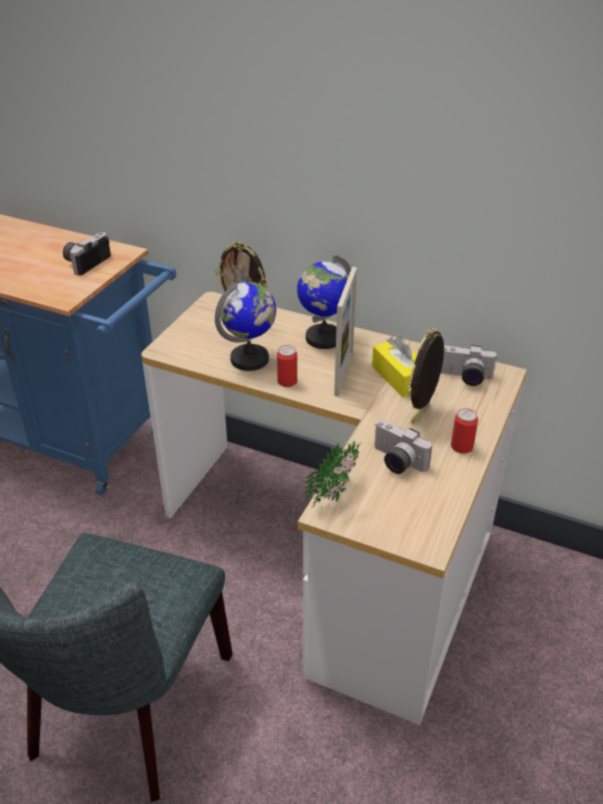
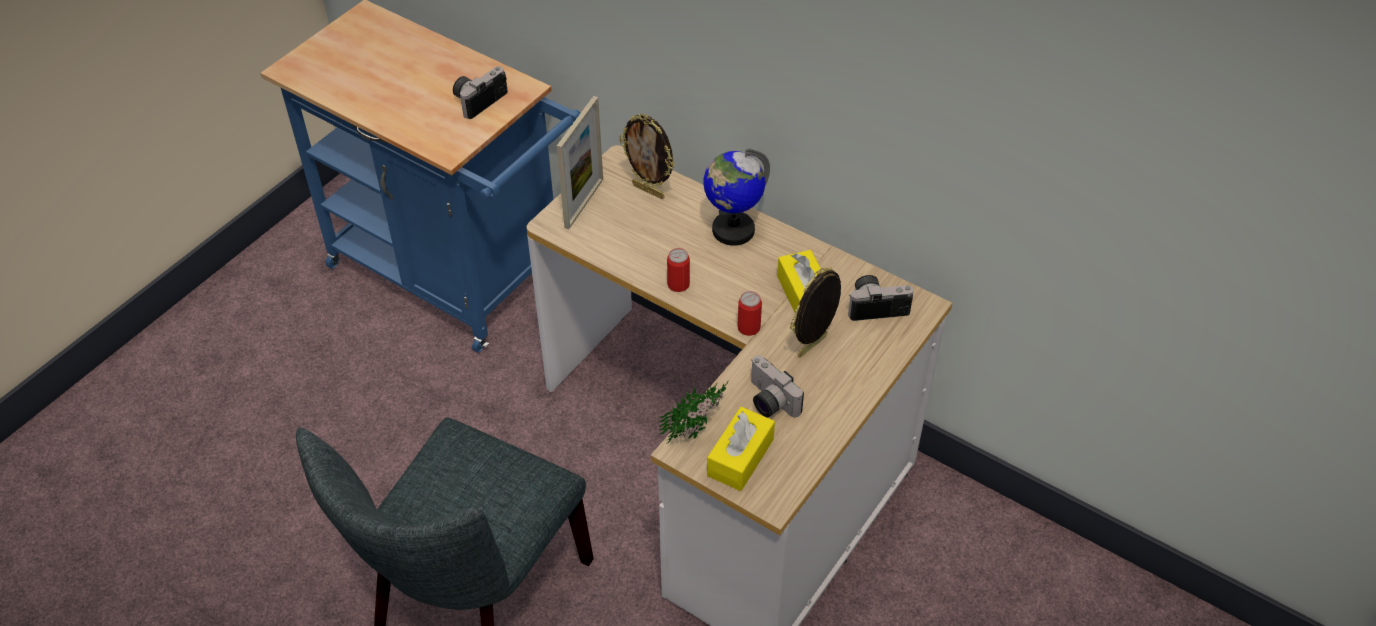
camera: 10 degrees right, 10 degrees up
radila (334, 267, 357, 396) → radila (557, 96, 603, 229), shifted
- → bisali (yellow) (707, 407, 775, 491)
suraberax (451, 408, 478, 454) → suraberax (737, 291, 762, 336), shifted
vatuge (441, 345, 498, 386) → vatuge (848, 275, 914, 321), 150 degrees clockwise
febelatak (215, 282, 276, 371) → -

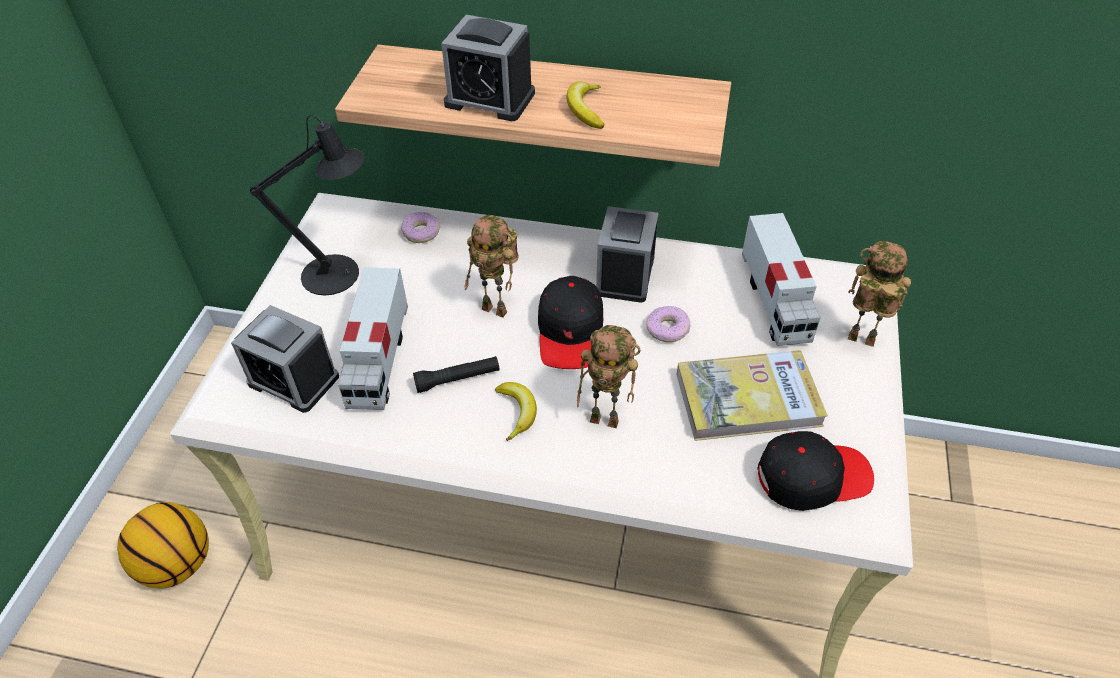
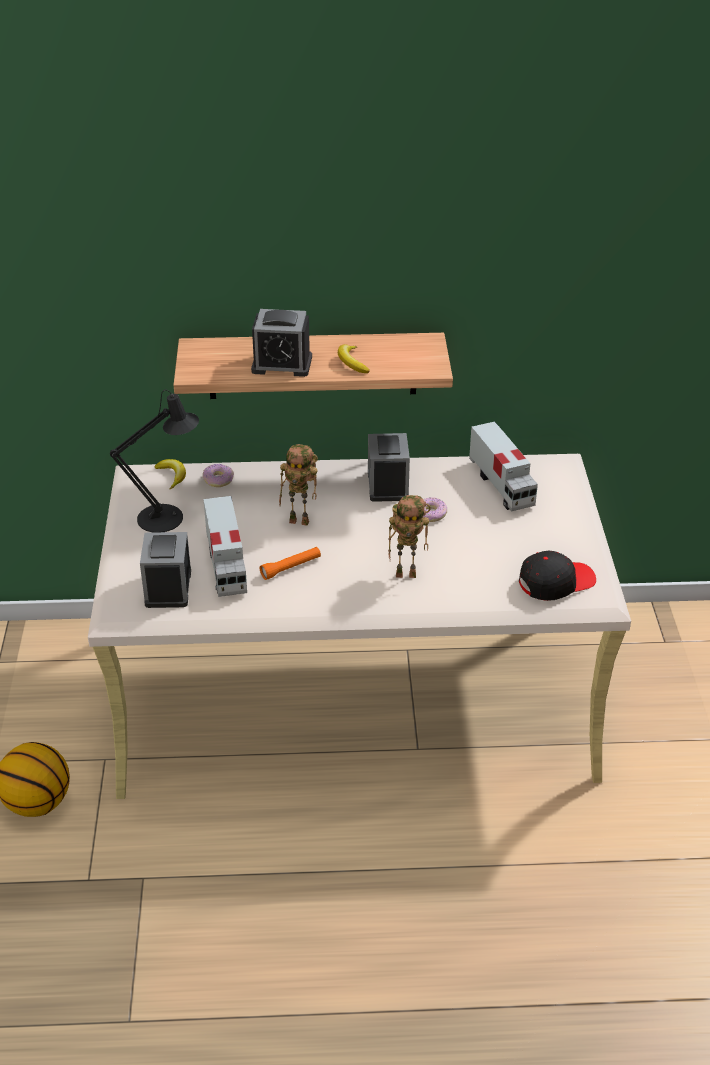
camera: 15 degrees left, 10 degrees down
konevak (231, 305, 339, 413) → konevak (140, 532, 191, 608), 75 degrees clockwise
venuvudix (495, 382, 537, 441) → venuvudix (155, 459, 186, 490), shifted
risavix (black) (413, 356, 500, 393) → risavix (orange) (260, 547, 321, 580)
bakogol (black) (538, 276, 603, 369) → -
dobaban (677, 350, 828, 441) → -
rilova (848, 241, 911, 347) → -

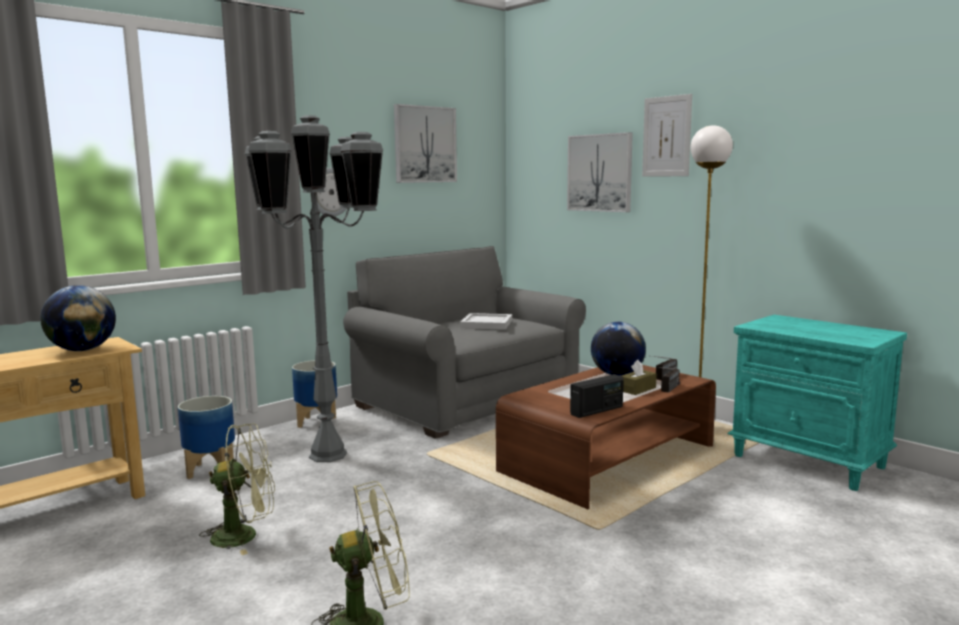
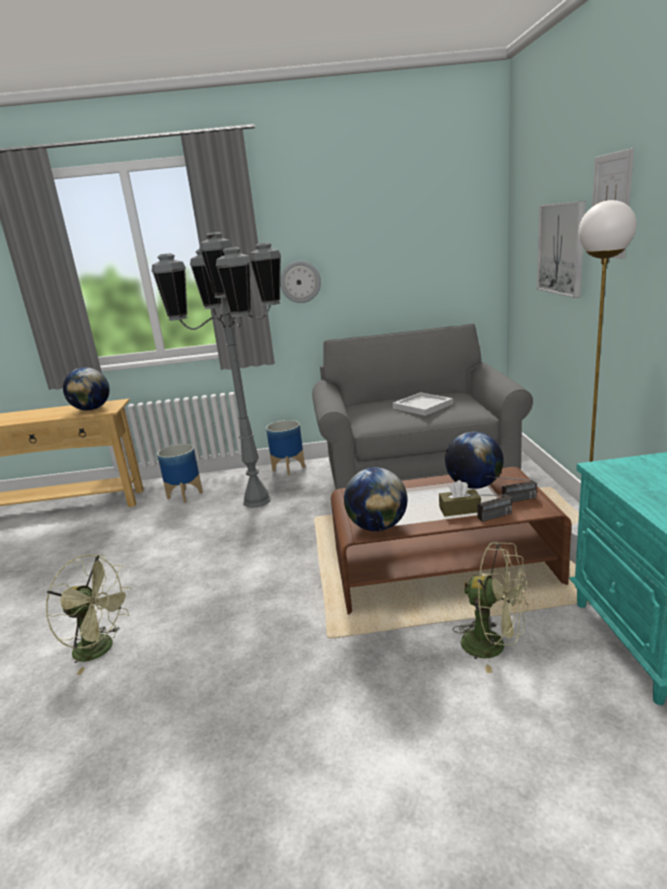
camera: 40 degrees right, 10 degrees up
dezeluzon (570, 374, 623, 418) → febelatak (344, 467, 407, 531)
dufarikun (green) (199, 423, 275, 555) → dufarikun (green) (453, 542, 528, 673), shifted
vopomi (394, 104, 457, 183) → -

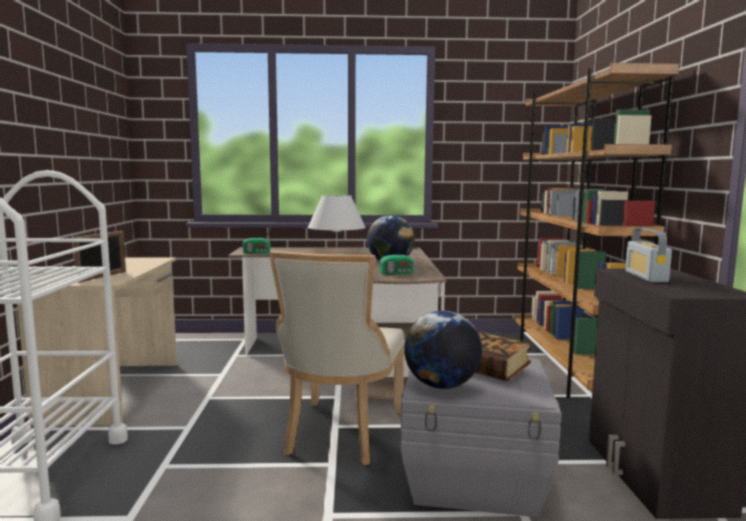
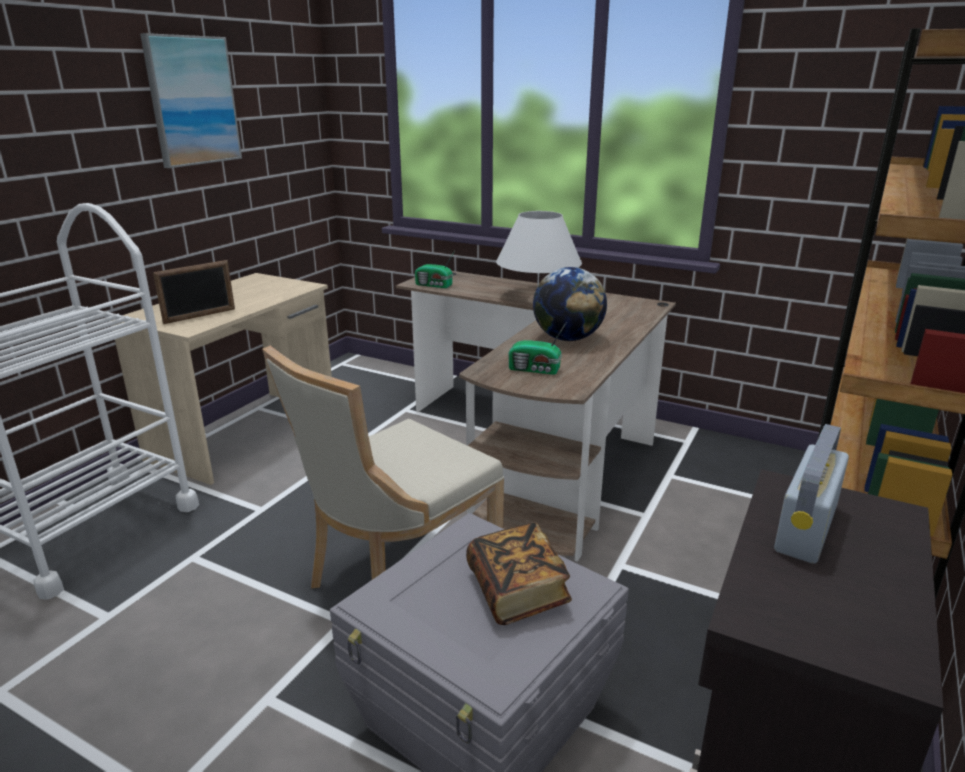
camera: 30 degrees right, 15 degrees up
- → vopomi (140, 33, 242, 168)
febelatak (404, 311, 482, 389) → -

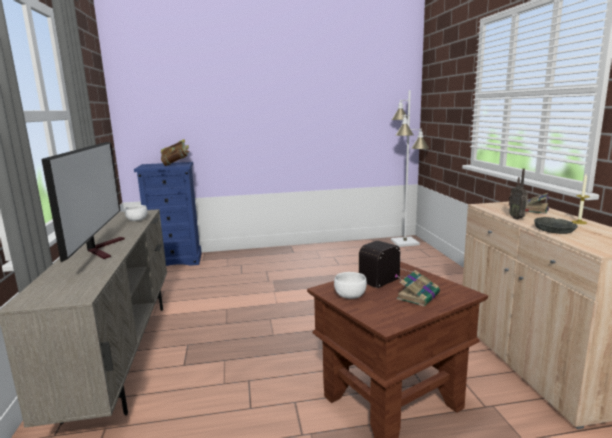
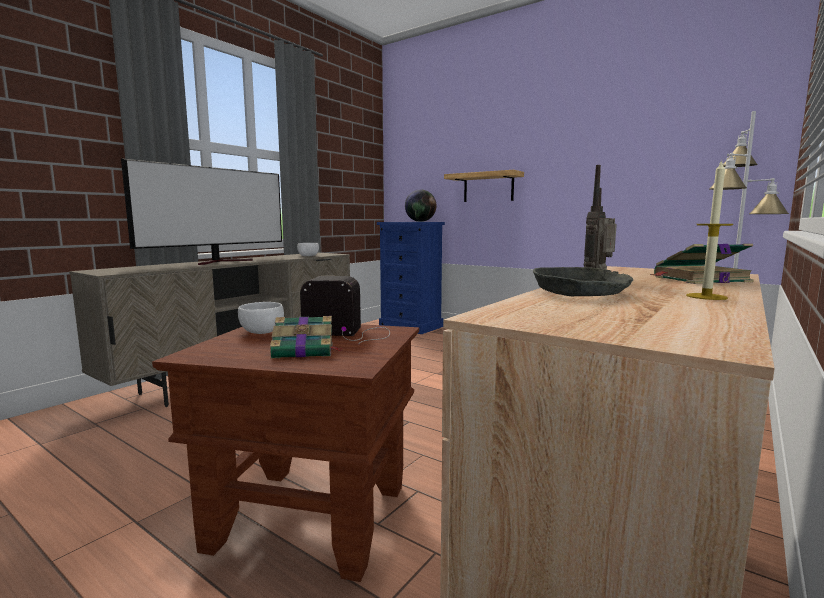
camera: 45 degrees right, 5 degrees down
dobaban (161, 139, 189, 166) → febelatak (405, 190, 436, 222)
- → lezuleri (444, 170, 524, 202)

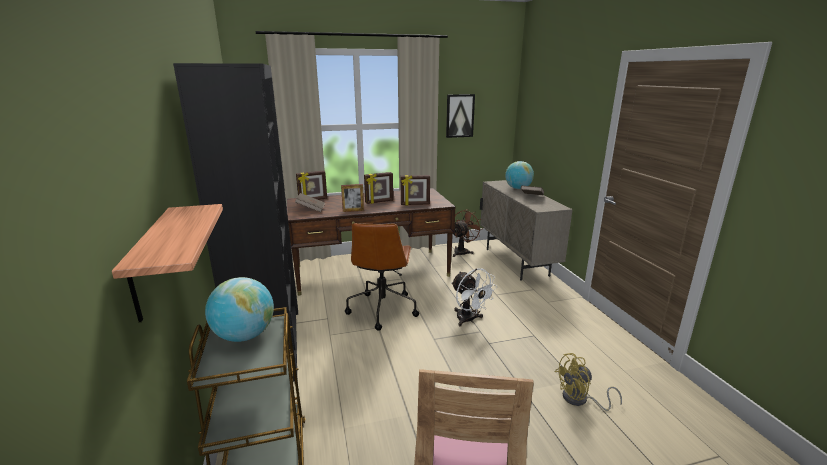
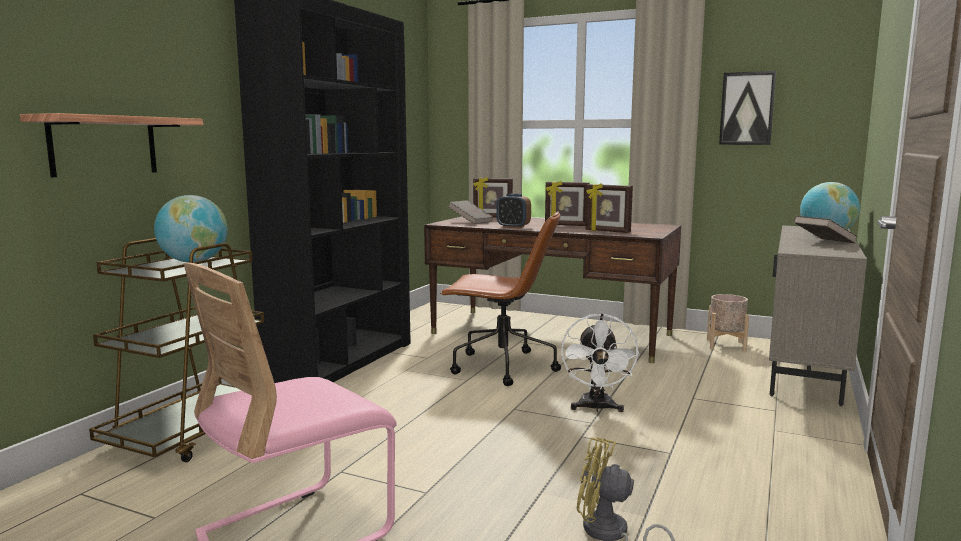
camera: 40 degrees right, 10 degrees down
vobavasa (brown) (345, 223, 419, 331) → vobavasa (brown) (440, 211, 561, 386), 120 degrees counterclockwise
radila (341, 184, 364, 212) → konevak (496, 194, 531, 228)
dufarikun (brown) (453, 209, 482, 257) → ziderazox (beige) (707, 294, 749, 352)

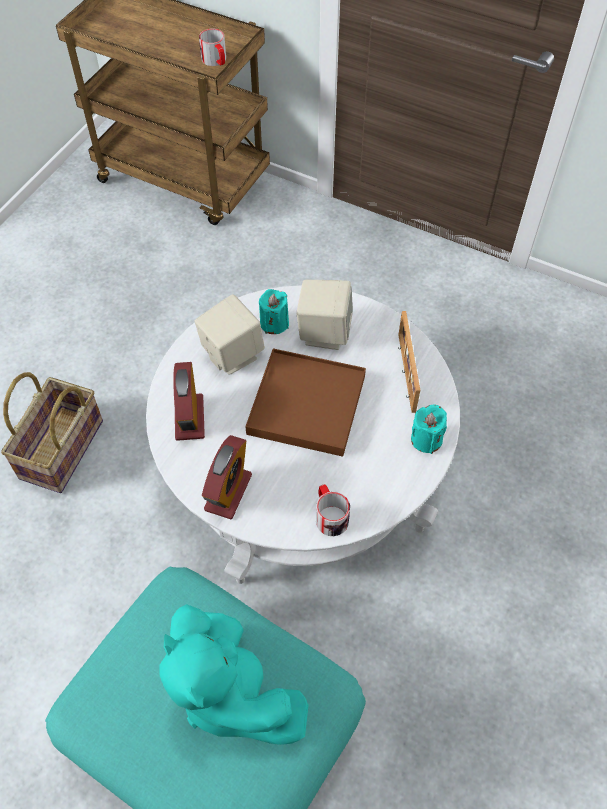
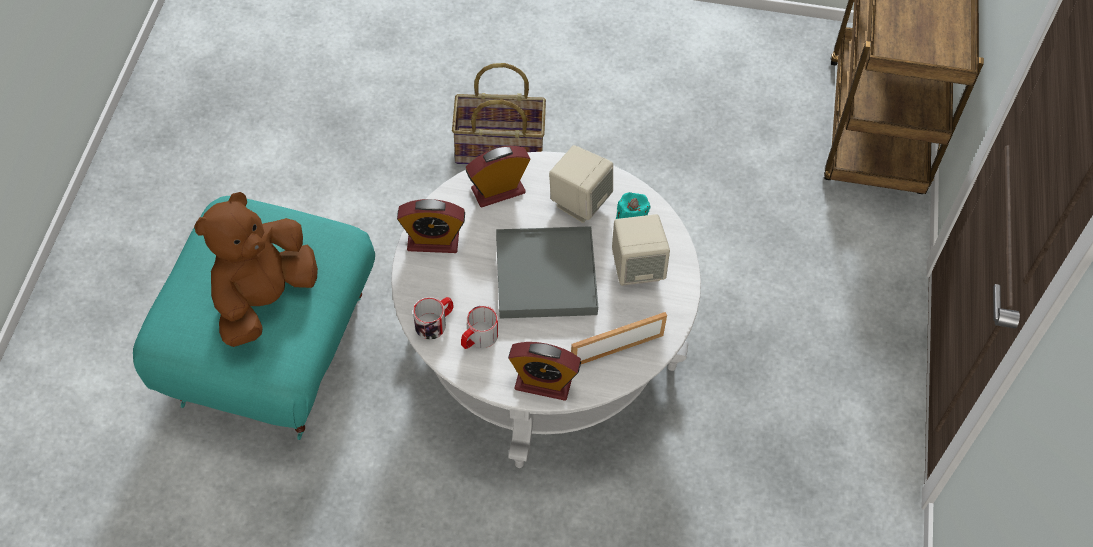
camera: 70 degrees right, 0 degrees up
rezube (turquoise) (159, 604, 309, 745) → rezube (brown) (194, 192, 318, 347)
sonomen (199, 29, 226, 66) → sonomen (461, 306, 498, 349), shifted
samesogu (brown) (245, 348, 366, 457) → samesogu (grey) (496, 226, 598, 319)
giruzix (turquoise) (411, 404, 447, 454) → konevak (508, 342, 581, 401)

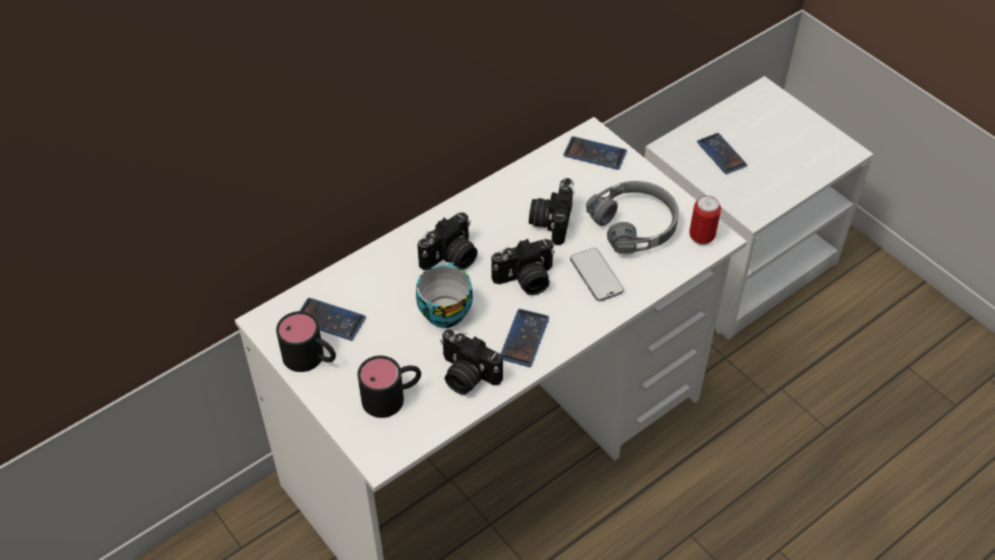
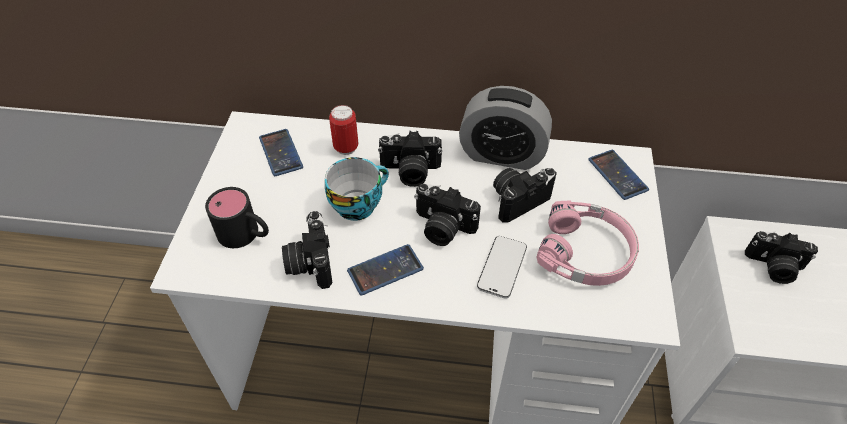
camera: 45 degrees right, 0 degrees up
suraberax (689, 196, 721, 245) → suraberax (329, 105, 358, 155), shifted
- → konevak (459, 86, 552, 170)
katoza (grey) (586, 181, 679, 254) → katoza (pink) (536, 201, 639, 286)
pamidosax (697, 133, 747, 174) → vatuge (745, 231, 818, 284)
sonomen (black) (276, 311, 336, 372) → -

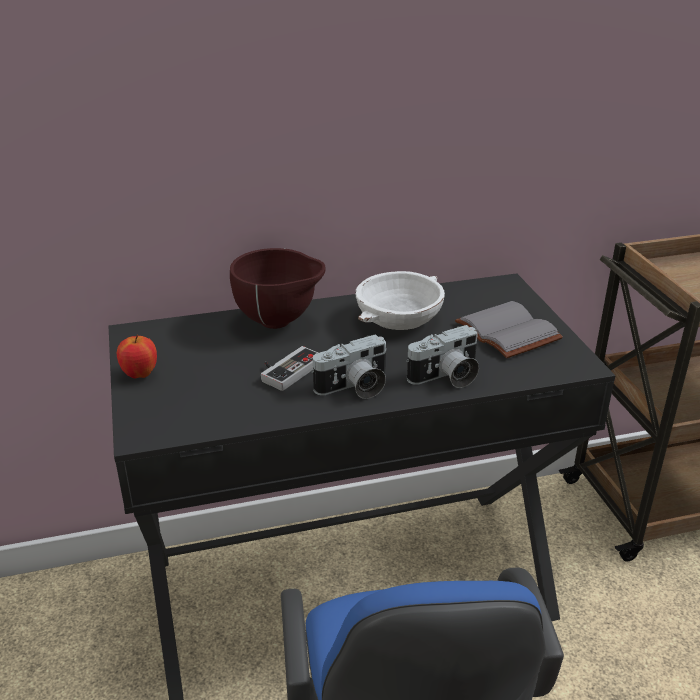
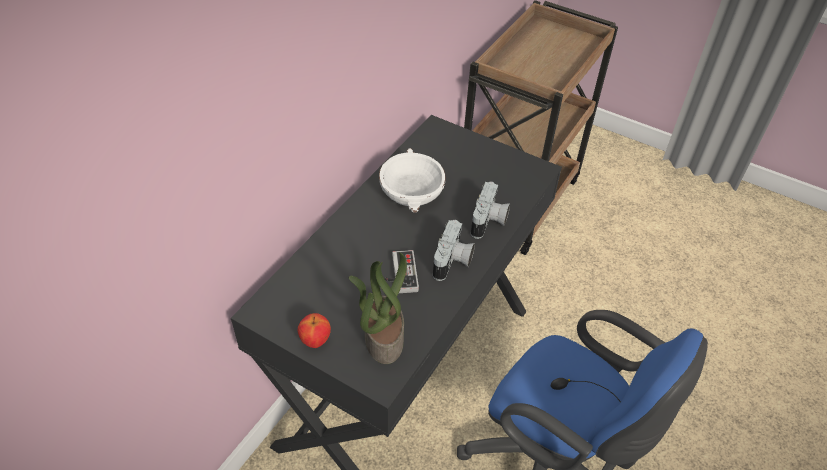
camera: 45 degrees left, 15 degrees up
- → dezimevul (349, 252, 407, 364)
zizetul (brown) (230, 248, 326, 329) → -
dobaban (grey) (455, 301, 563, 358) → -

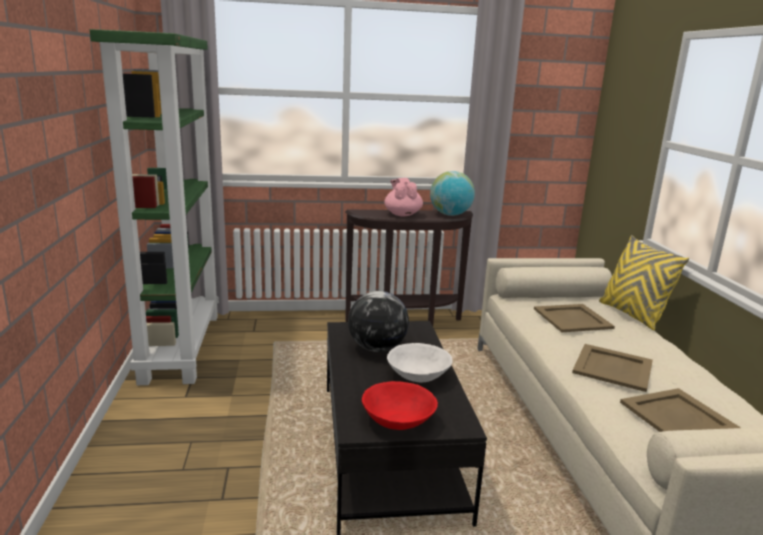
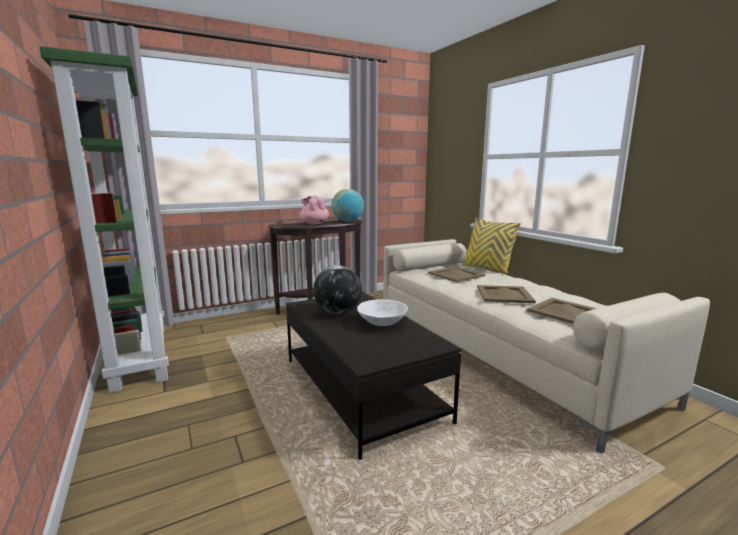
camera: 20 degrees left, 5 degrees down
zizetul (red) (362, 381, 438, 430) → -

